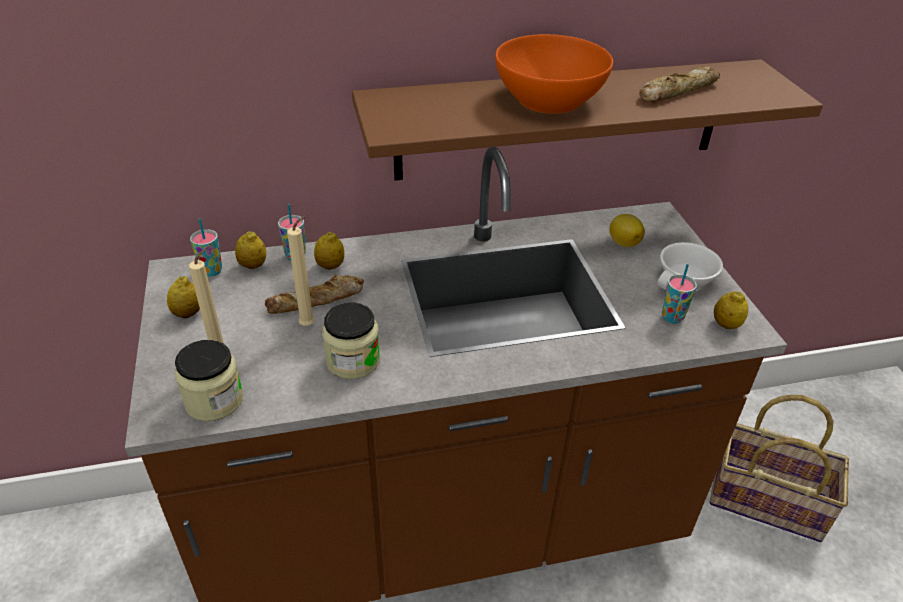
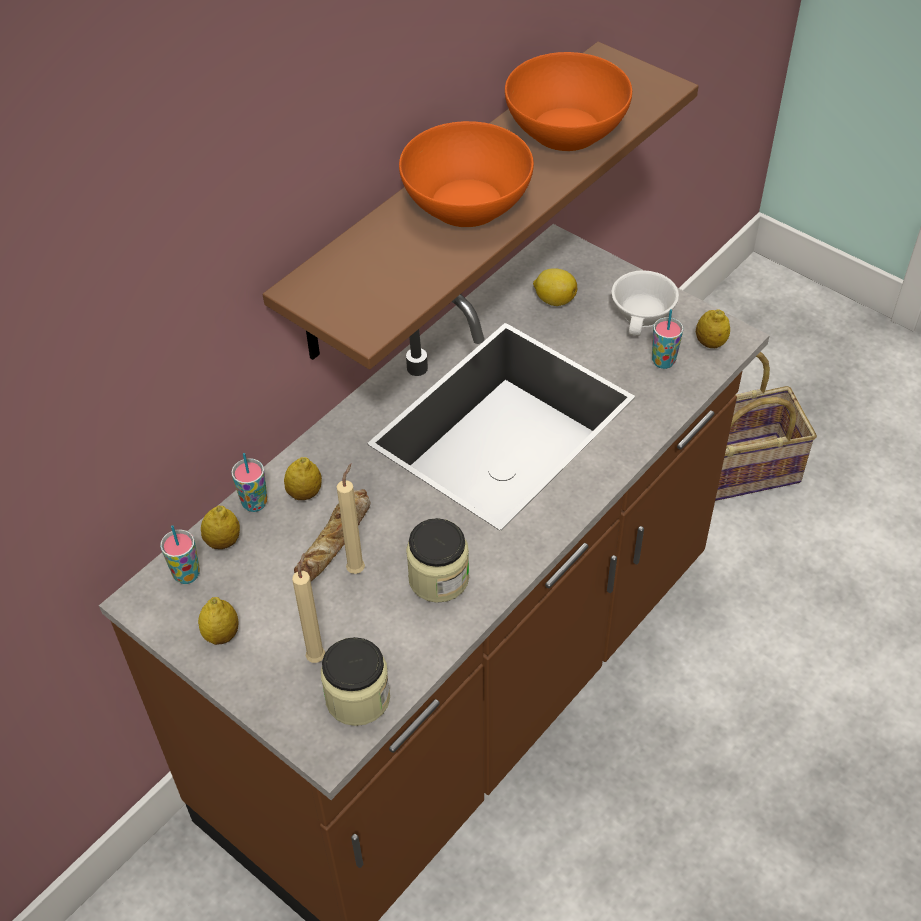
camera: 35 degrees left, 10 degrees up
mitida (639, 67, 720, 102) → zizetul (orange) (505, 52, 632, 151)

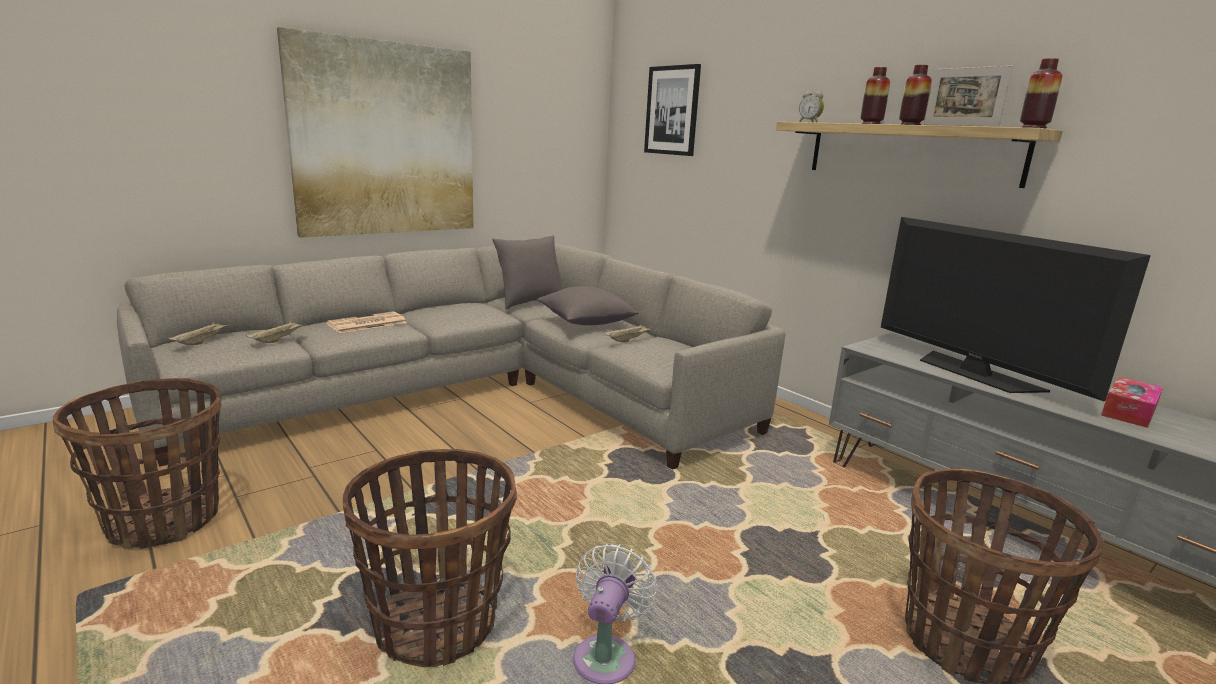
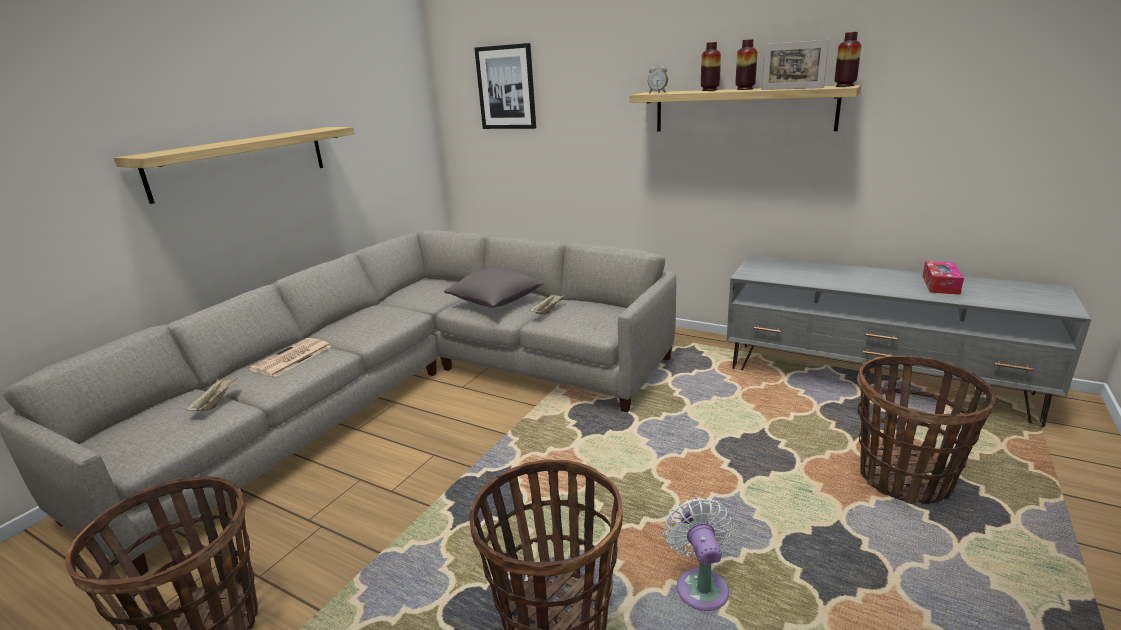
camera: 20 degrees left, 5 degrees up
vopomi (277, 27, 473, 238) → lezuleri (114, 127, 355, 204)
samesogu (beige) (168, 322, 231, 345) → -
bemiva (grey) (492, 236, 562, 309) → -
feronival (881, 217, 1151, 401) → -

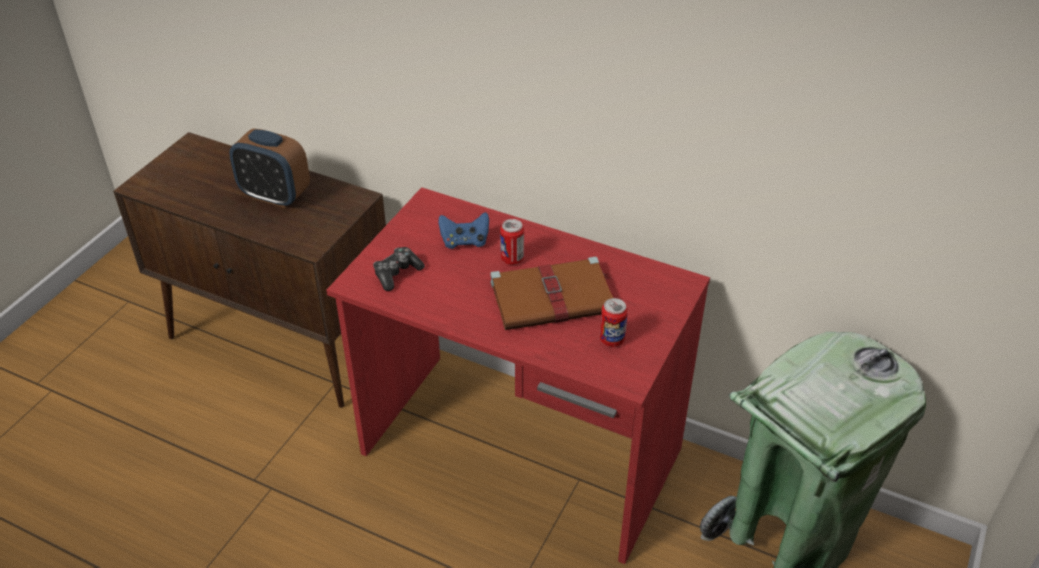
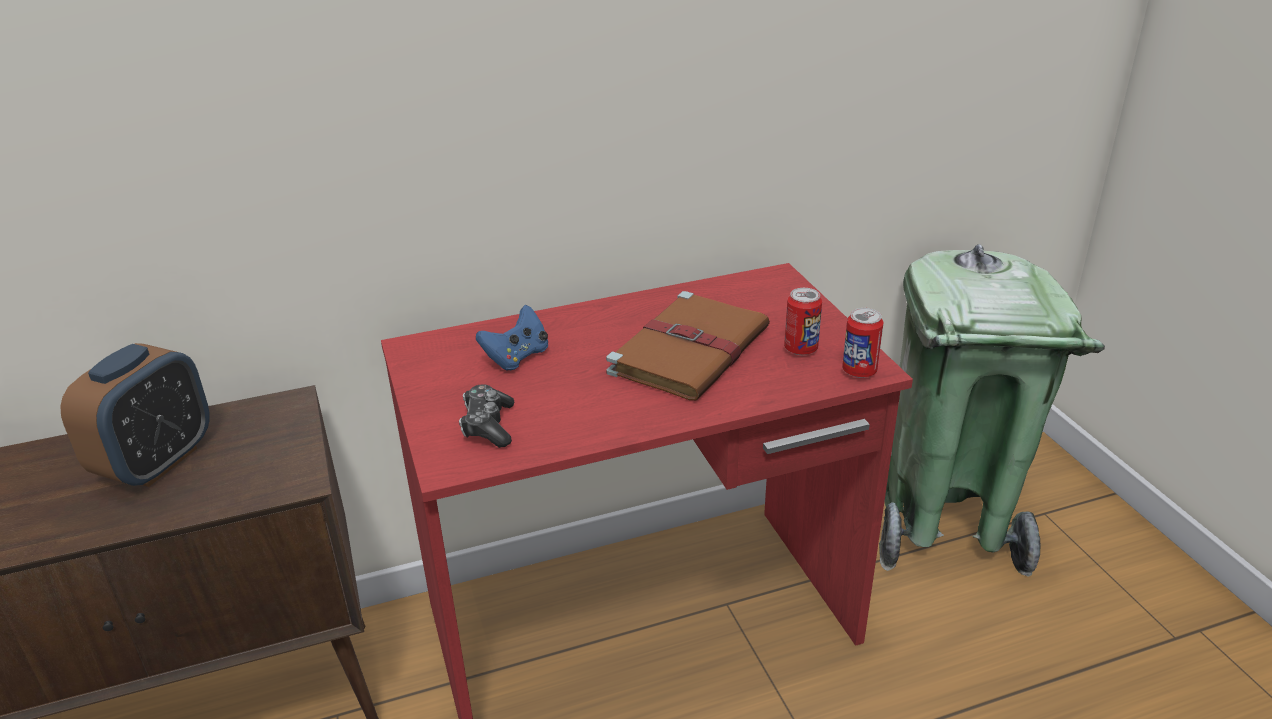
camera: 45 degrees left, 10 degrees down
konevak (229, 128, 310, 208) → konevak (60, 343, 209, 487), 45 degrees counterclockwise
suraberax (500, 219, 524, 265) → suraberax (842, 308, 883, 378), shifted

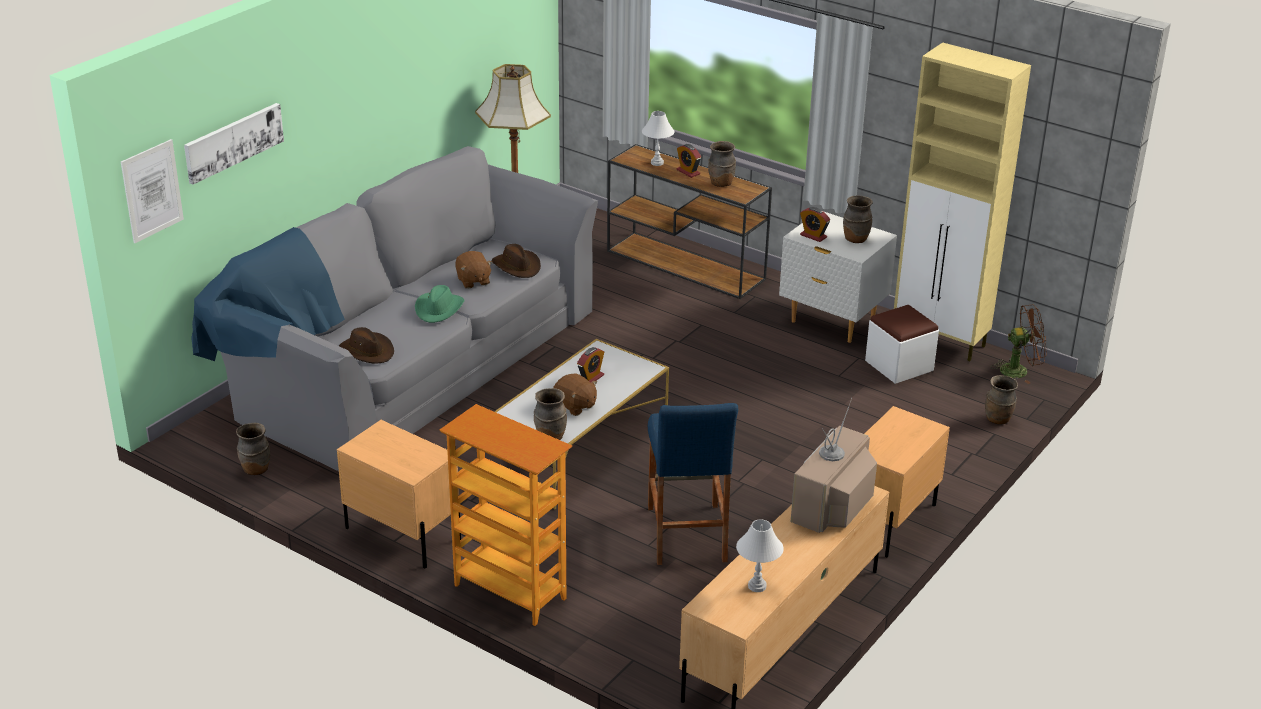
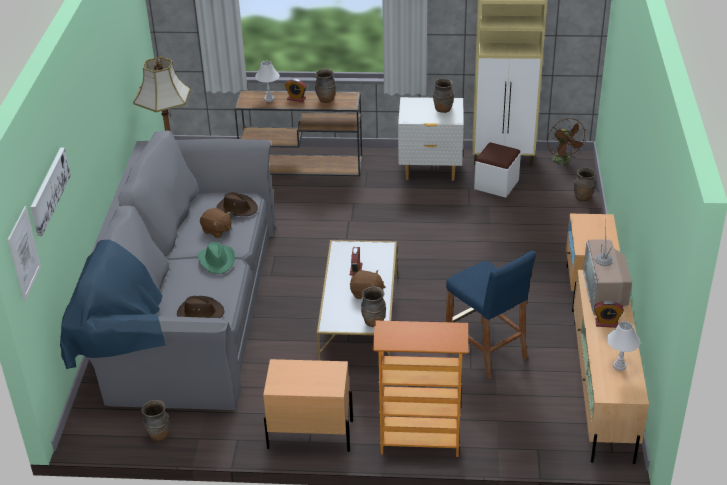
camera: 30 degrees left, 5 degrees up
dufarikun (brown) (992, 304, 1047, 384) → dufarikun (brown) (547, 118, 587, 166), 105 degrees clockwise
konevak (800, 207, 830, 242) → konevak (594, 301, 624, 328), shifted

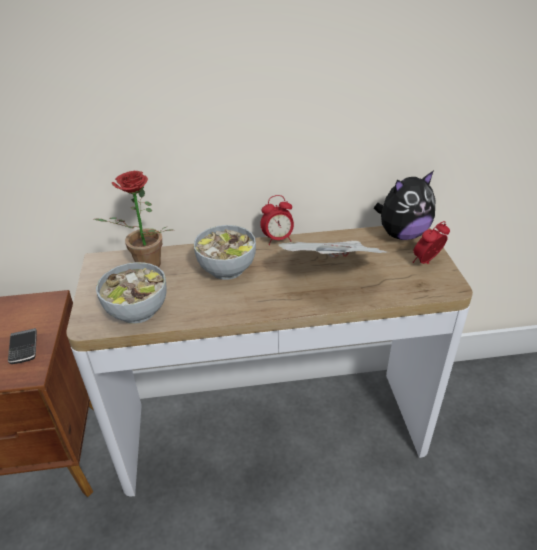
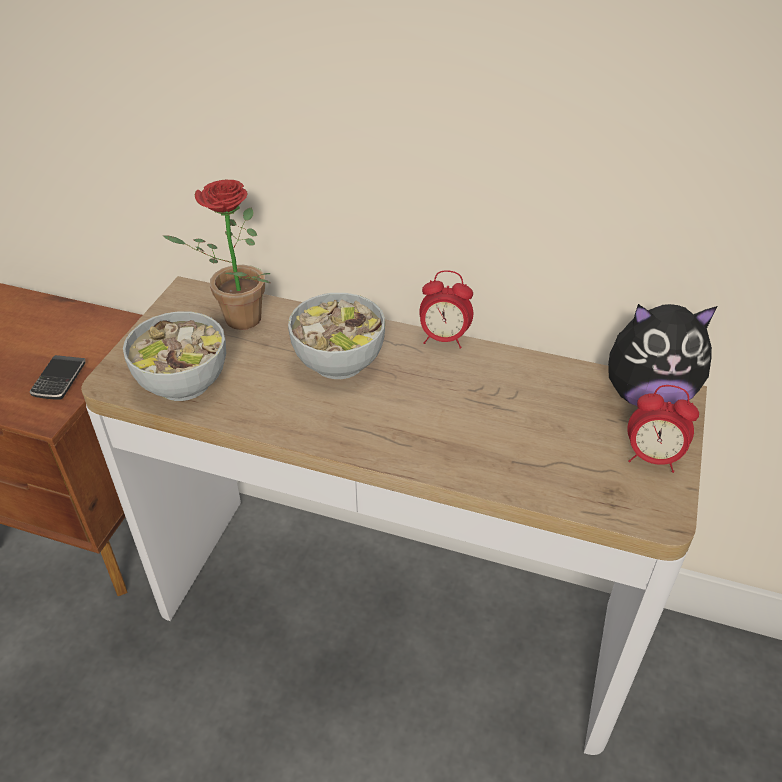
camera: 25 degrees right, 5 degrees up
konevak (412, 221, 450, 264) → konevak (627, 385, 699, 473), 150 degrees counterclockwise
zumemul (278, 241, 387, 258) → -

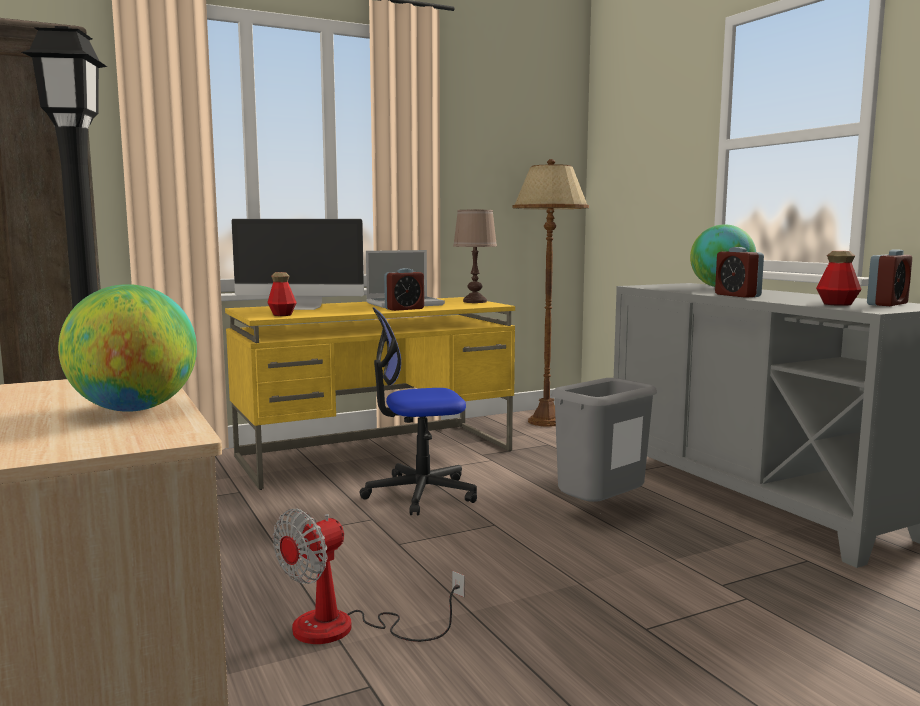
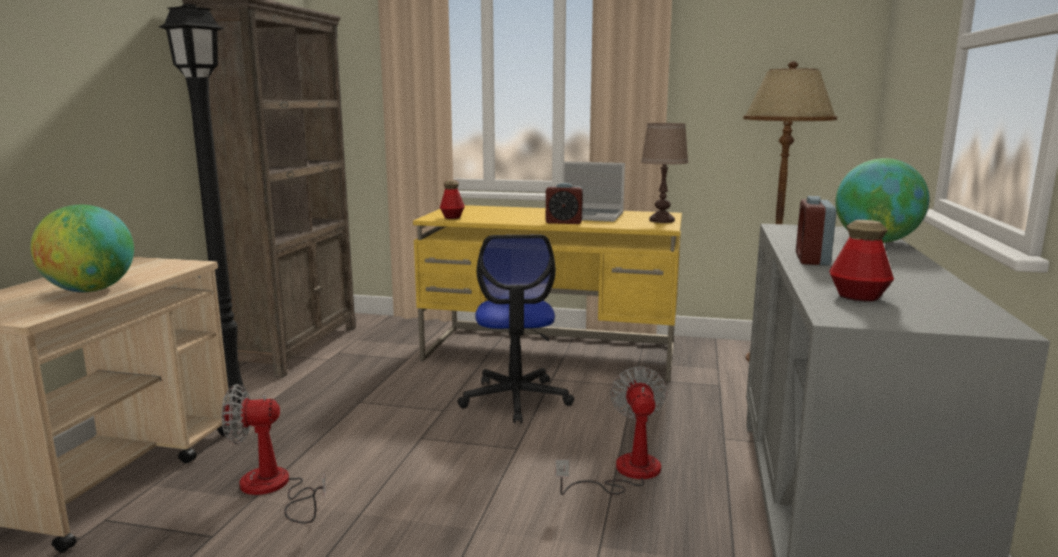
camera: 40 degrees right, 5 degrees up
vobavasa (359, 307, 477, 515) → vobavasa (457, 235, 574, 423), 120 degrees counterclockwise
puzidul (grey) (551, 378, 657, 502) → dufarikun (556, 366, 667, 495)
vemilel (231, 219, 364, 310) → -
konevak (867, 249, 912, 306) → -

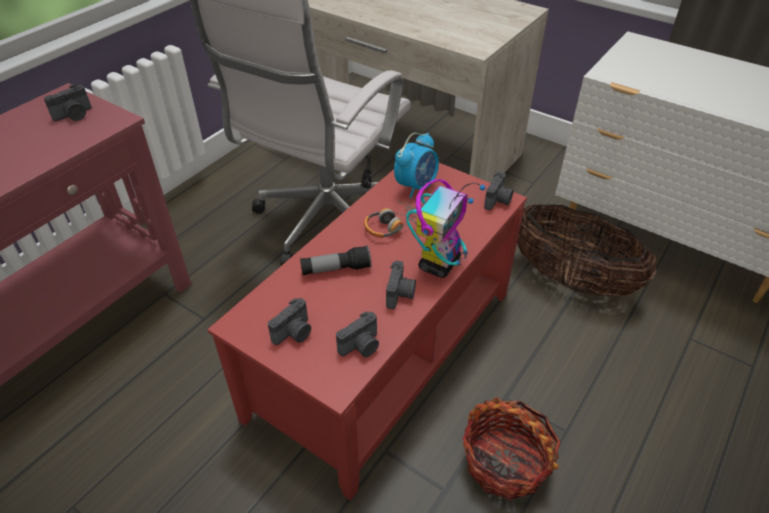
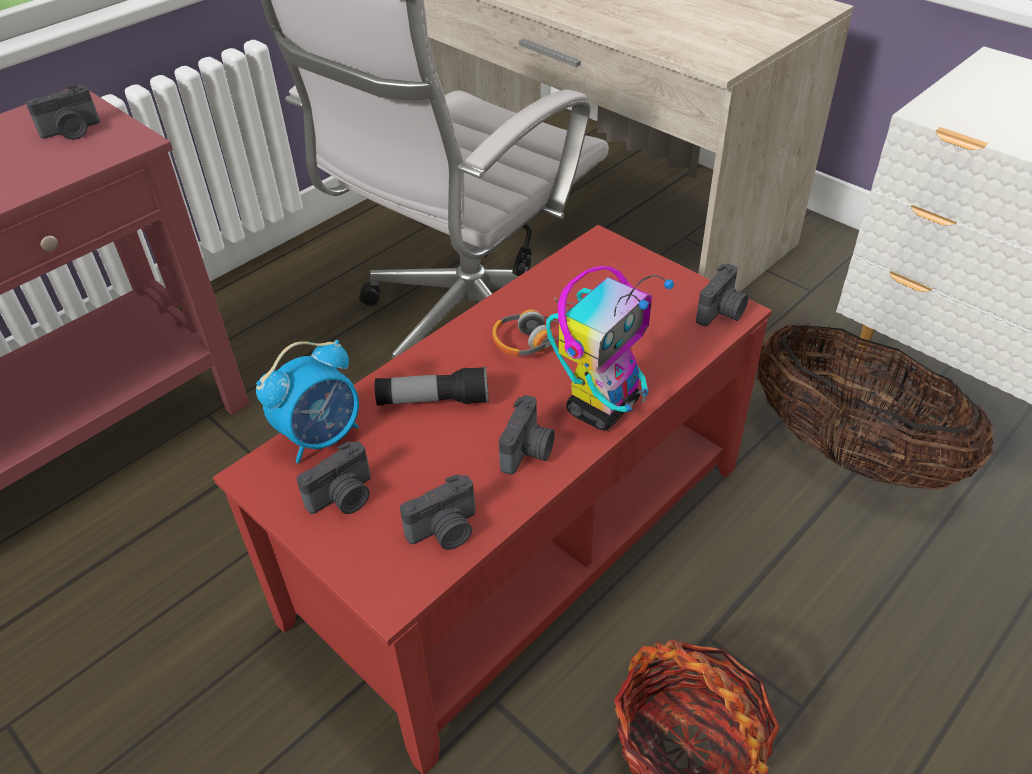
camera: 10 degrees right, 0 degrees up
konevak (394, 133, 439, 198) → konevak (256, 340, 359, 463), shifted

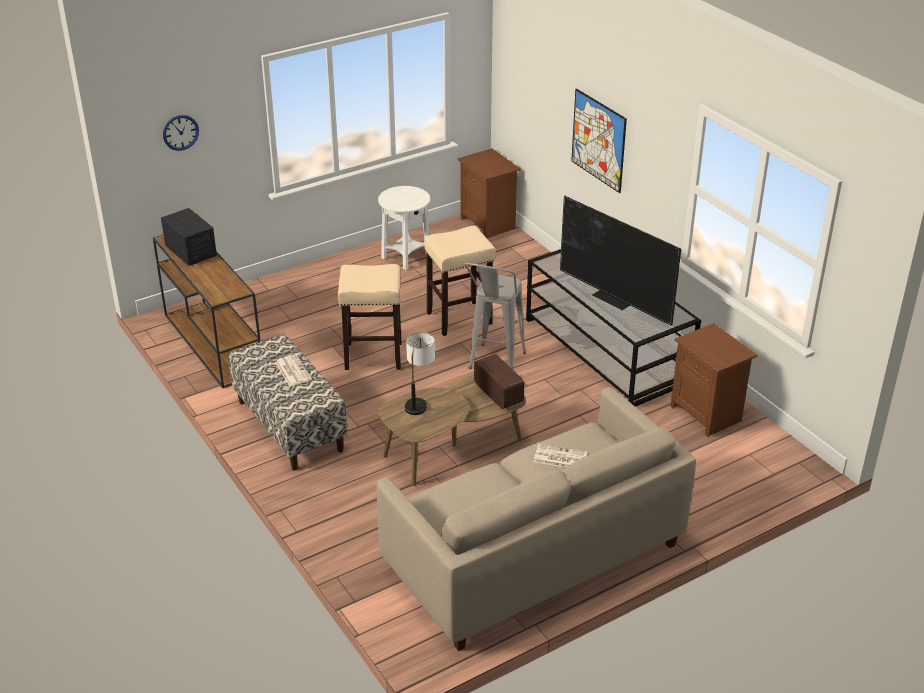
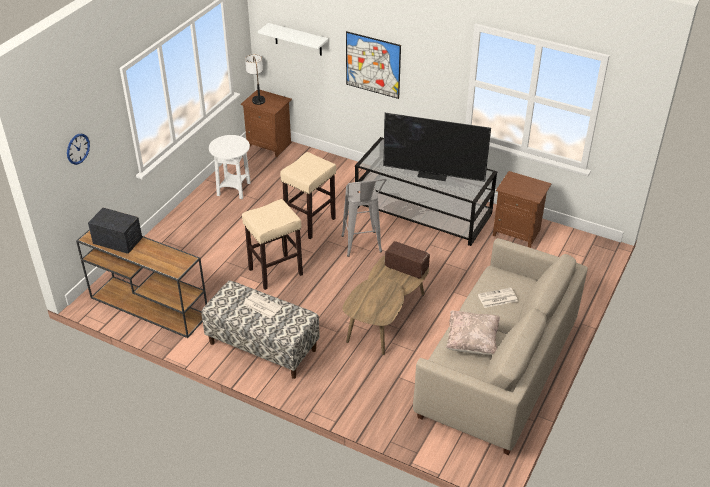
camera: 30 degrees left, 5 degrees up
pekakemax (405, 332, 435, 415) → pekakemax (245, 54, 265, 105), shifted
- → lezuleri (white) (258, 23, 328, 56)
- → bemiva (beige) (446, 311, 500, 355)

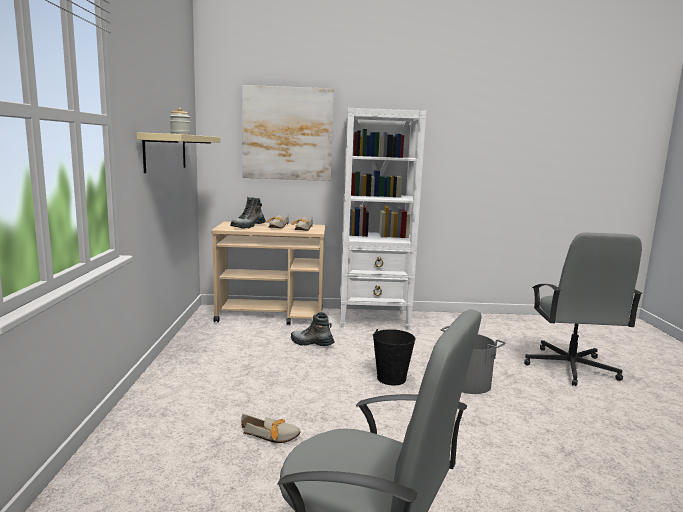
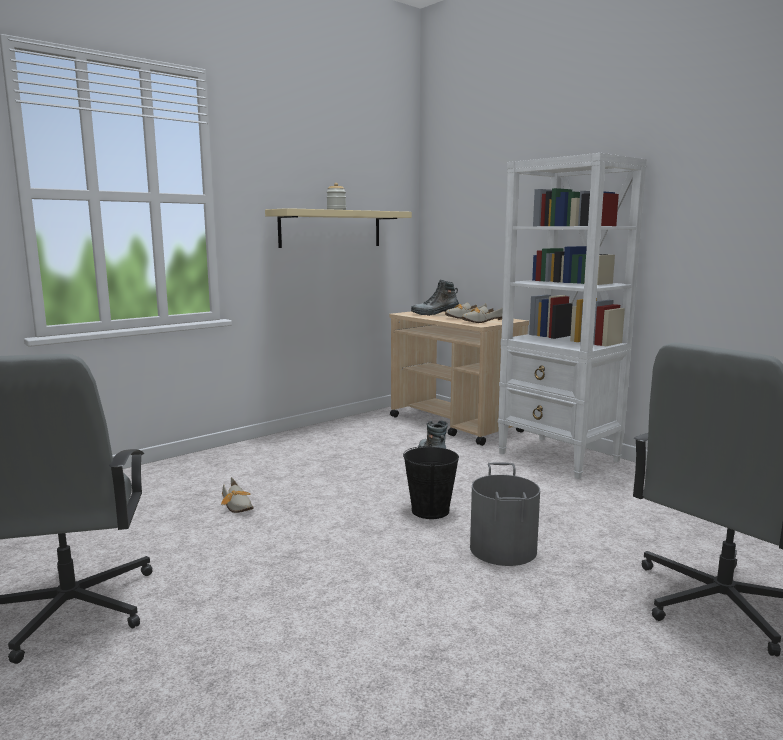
camera: 50 degrees right, 0 degrees up
vopomi (242, 85, 334, 181) → -

